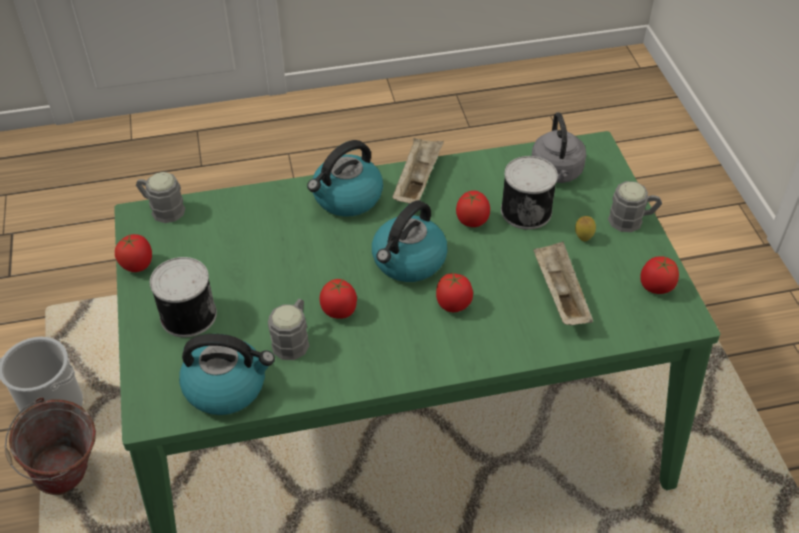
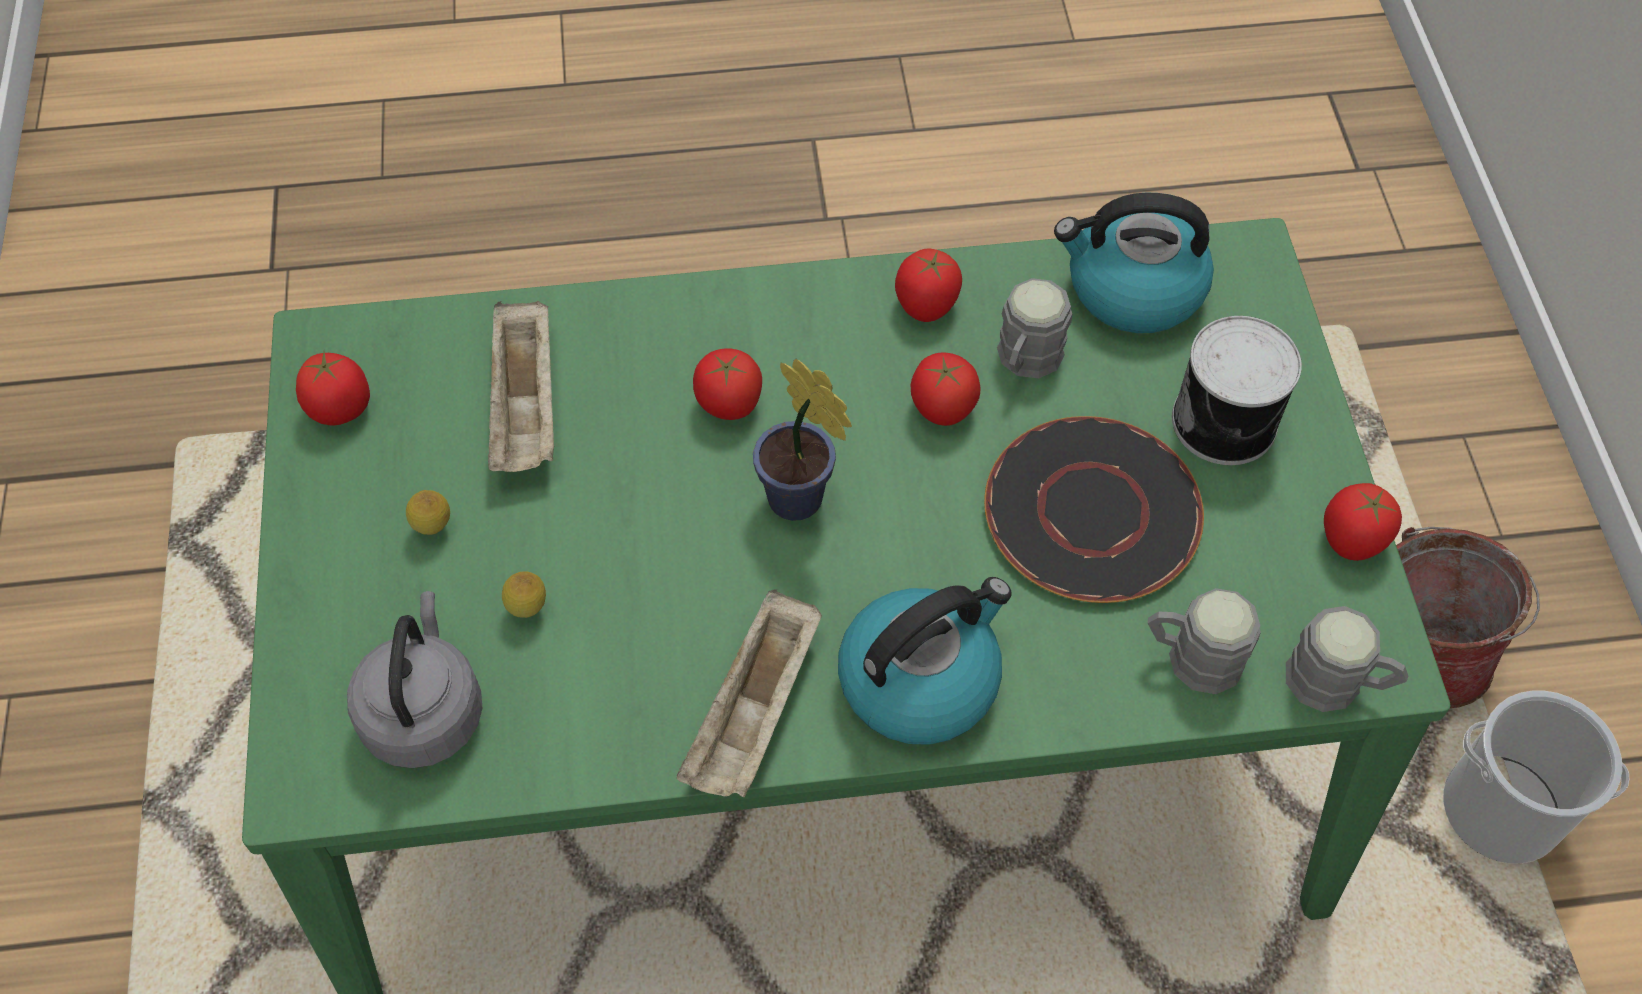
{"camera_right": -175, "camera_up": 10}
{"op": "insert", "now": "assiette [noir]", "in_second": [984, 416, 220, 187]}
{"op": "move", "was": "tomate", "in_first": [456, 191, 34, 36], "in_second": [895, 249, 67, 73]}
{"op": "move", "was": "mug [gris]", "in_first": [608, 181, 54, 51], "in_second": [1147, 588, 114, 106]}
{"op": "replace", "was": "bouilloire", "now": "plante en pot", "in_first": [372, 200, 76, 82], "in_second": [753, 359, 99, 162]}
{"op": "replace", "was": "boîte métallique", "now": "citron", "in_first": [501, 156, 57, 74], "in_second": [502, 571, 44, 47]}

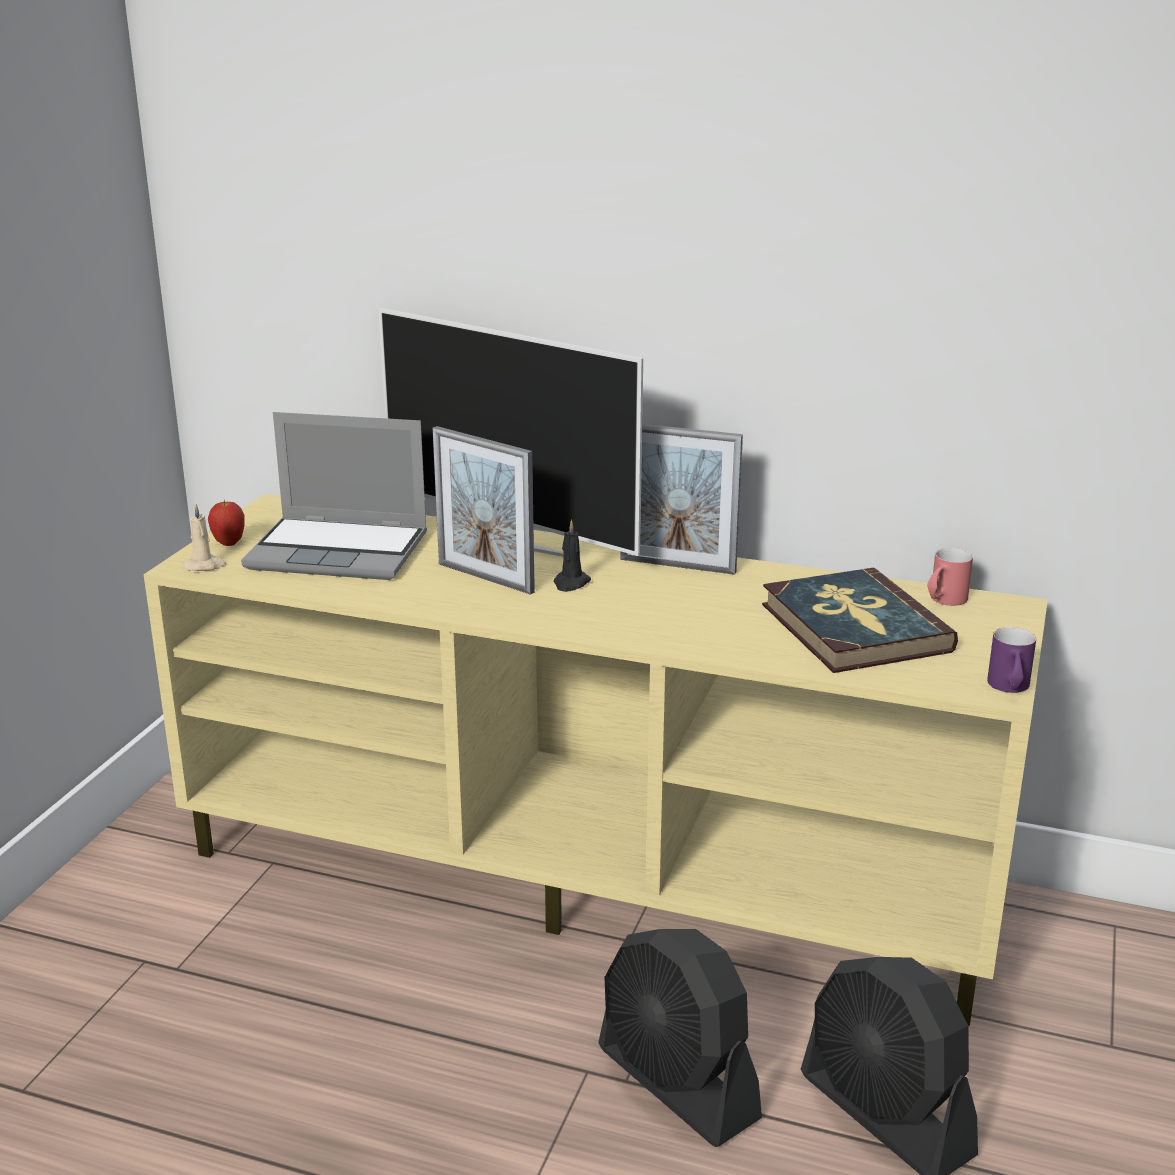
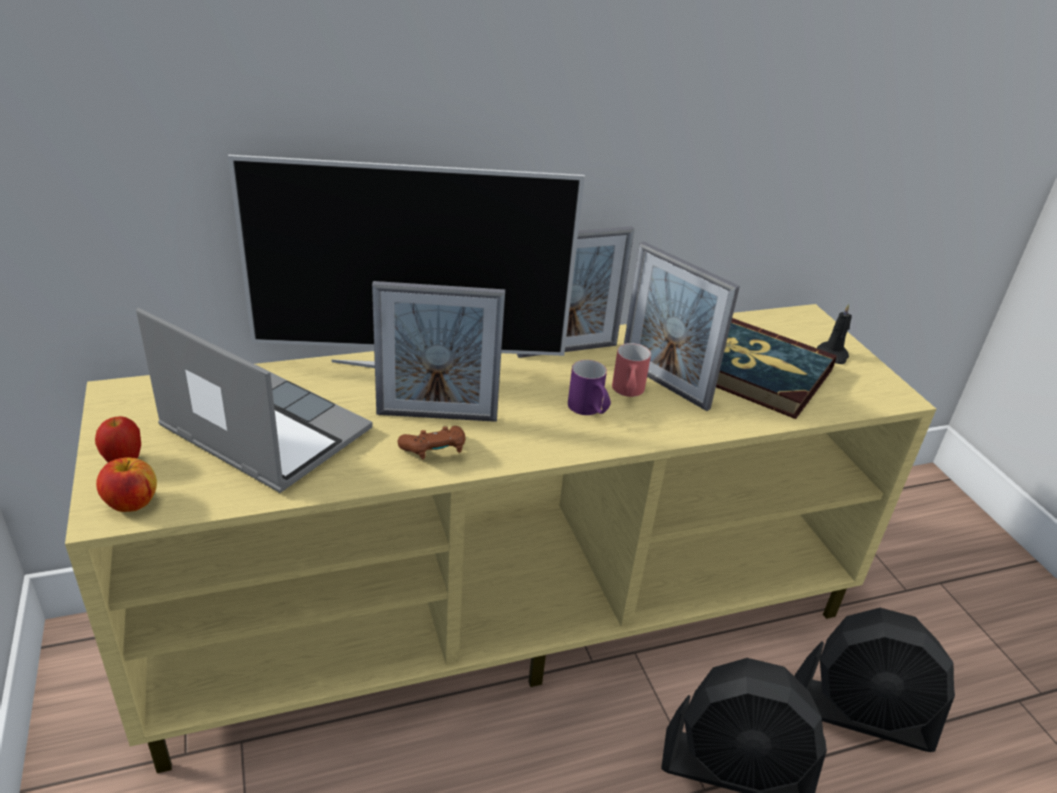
{"camera_right": -40, "camera_up": 10}
{"op": "insert", "now": "manette [marron]", "in_second": [398, 426, 67, 33]}
{"op": "insert", "now": "cadre photo", "in_second": [624, 242, 116, 169]}
{"op": "move", "was": "bougie [noir]", "in_first": [553, 519, 38, 73], "in_second": [817, 304, 35, 60]}
{"op": "move", "was": "mug [rouge]", "in_first": [927, 548, 46, 58], "in_second": [612, 343, 39, 54]}
{"op": "move", "was": "mug [violet]", "in_first": [987, 627, 49, 66], "in_second": [568, 360, 43, 55]}
{"op": "replace", "was": "bougie [beige]", "now": "pomme", "in_first": [184, 504, 43, 67], "in_second": [96, 457, 61, 55]}
{"op": "rotate", "was": "ordinateur portable", "in_first": [241, 412, 186, 168], "in_second": [136, 308, 237, 185], "clockwise": -120}

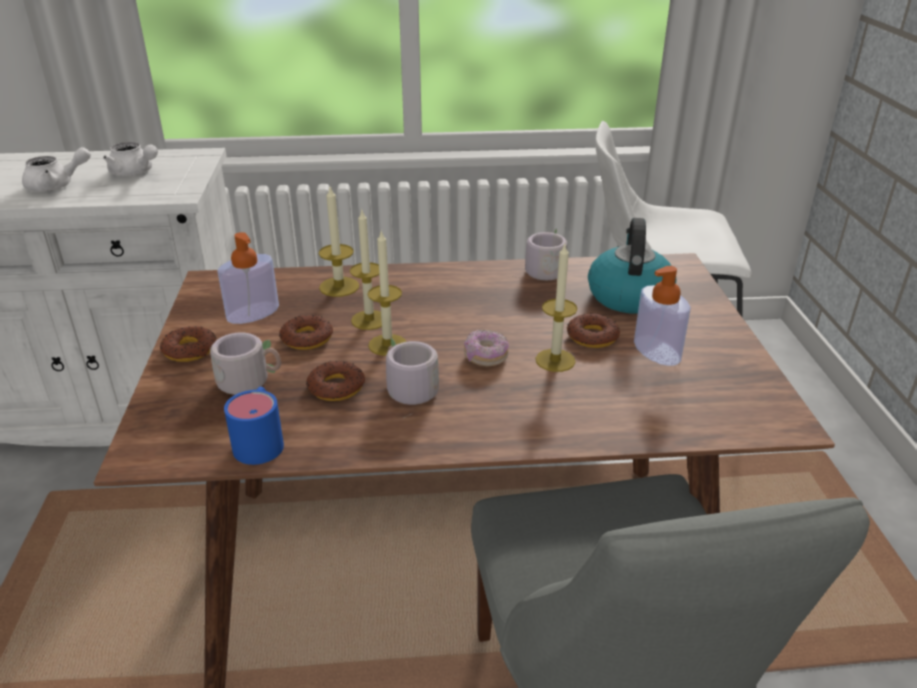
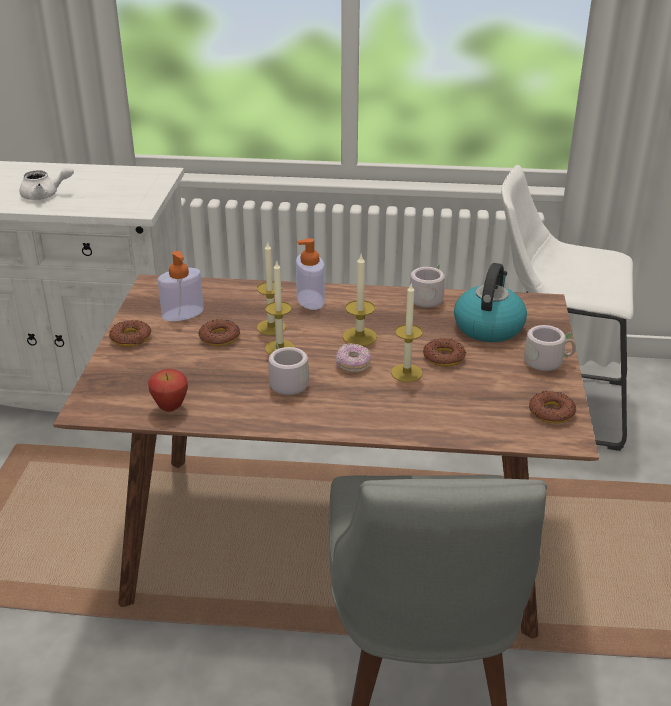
{"camera_right": 10, "camera_up": 0}
{"op": "delete", "was": "théière [blanc]", "in_first": [103, 142, 55, 34]}
{"op": "move", "was": "mug [gris]", "in_first": [210, 333, 71, 62], "in_second": [519, 325, 57, 46]}
{"op": "move", "was": "beignet", "in_first": [306, 361, 59, 40], "in_second": [529, 391, 47, 33]}
{"op": "move", "was": "bougie", "in_first": [319, 187, 40, 110], "in_second": [342, 255, 35, 91]}
{"op": "move", "was": "distributeur de savon", "in_first": [634, 266, 57, 100], "in_second": [296, 238, 29, 72]}
{"op": "replace", "was": "mug [bleu]", "now": "pomme", "in_first": [224, 387, 60, 78], "in_second": [148, 369, 40, 43]}

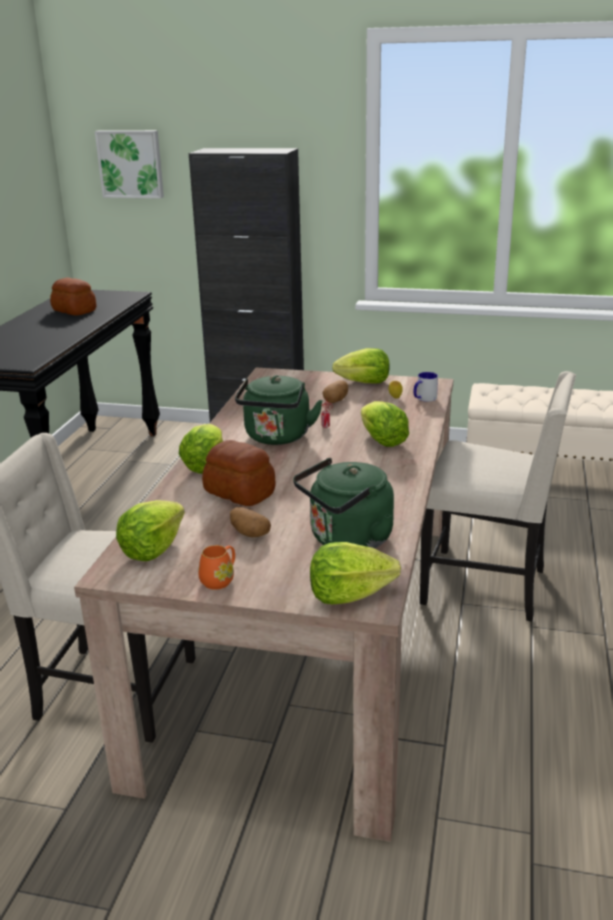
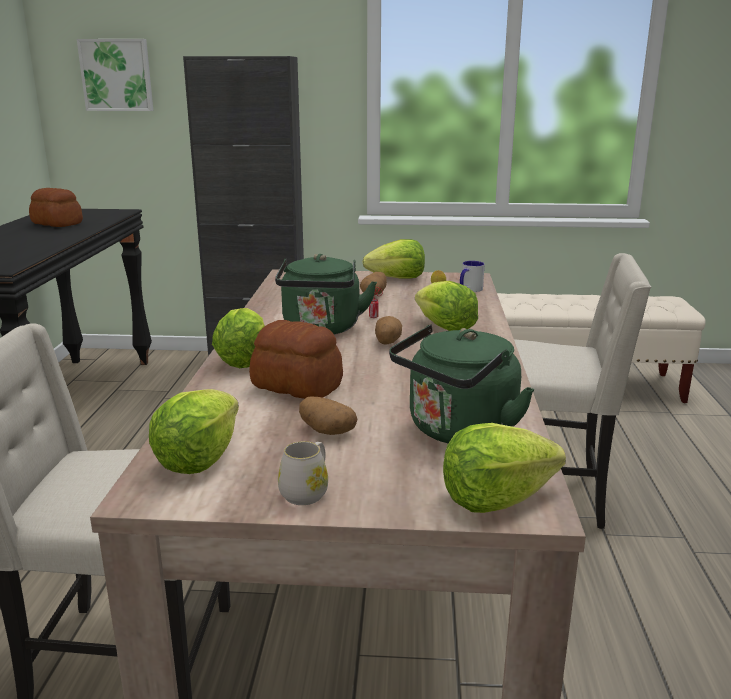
{"camera_right": -10, "camera_up": -5}
{"op": "insert", "now": "pomme de terre", "in_second": [375, 316, 27, 29]}
{"op": "recolor", "was": "mug [orange]", "now": "mug [blanc]", "in_first": [198, 545, 37, 45], "in_second": [278, 441, 50, 64]}

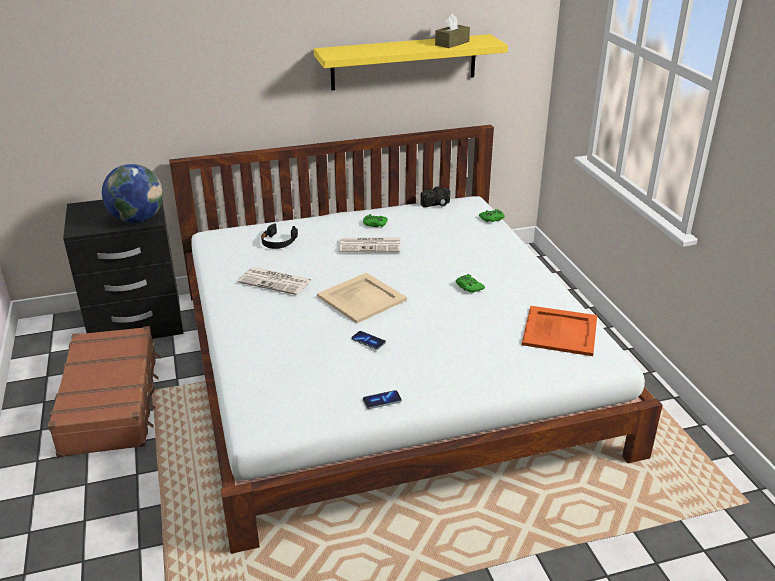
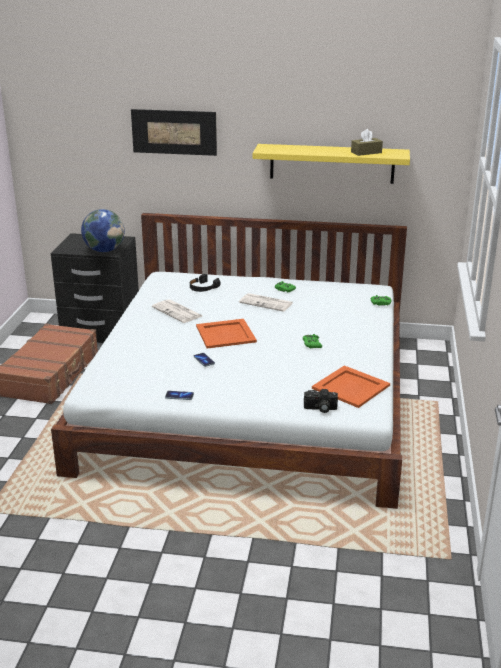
{"camera_right": 25, "camera_up": -5}
{"op": "insert", "now": "tableau", "in_second": [131, 109, 86, 47]}
{"op": "move", "was": "appareil photo", "in_first": [420, 186, 30, 21], "in_second": [304, 389, 34, 24]}
{"op": "recolor", "was": "plateau [beige]", "now": "plateau [orange]", "in_first": [317, 272, 90, 51], "in_second": [196, 319, 61, 30]}

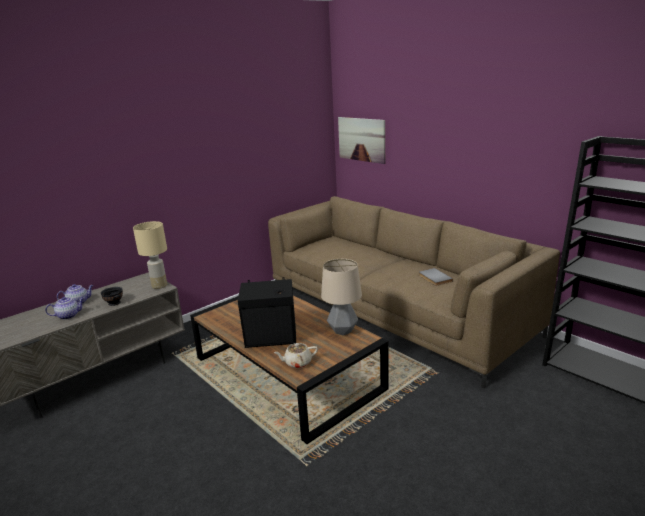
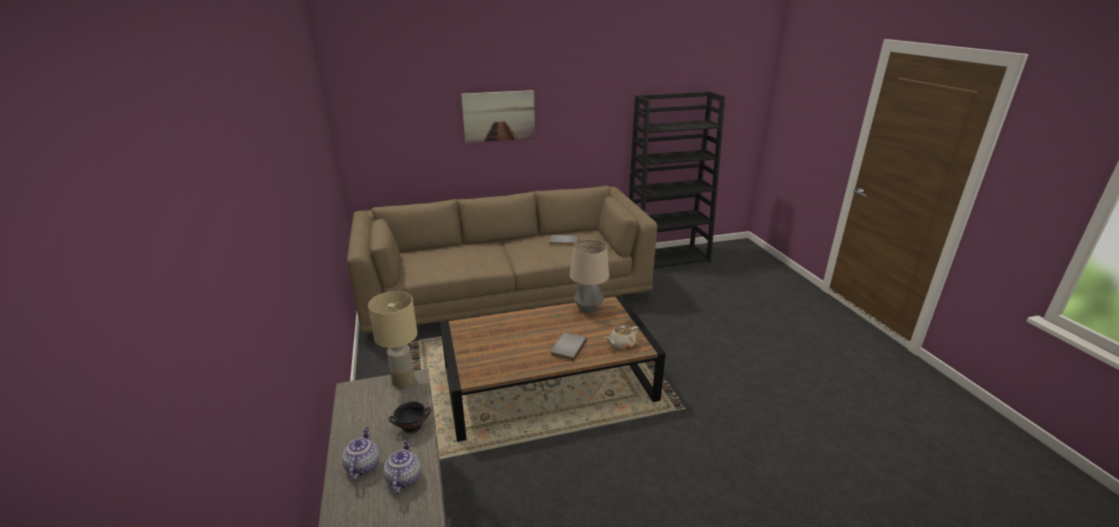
{"camera_right": -65, "camera_up": 5}
{"op": "move", "was": "tableau", "in_first": [338, 117, 47, 47], "in_second": [461, 90, 74, 53]}
{"op": "replace", "was": "enceinte [noir]", "now": "livre [gris]", "in_first": [238, 277, 58, 71], "in_second": [550, 332, 37, 29]}
{"op": "rotate", "was": "théière [beige]", "in_first": [274, 343, 44, 25], "in_second": [605, 325, 34, 24], "clockwise": 45}

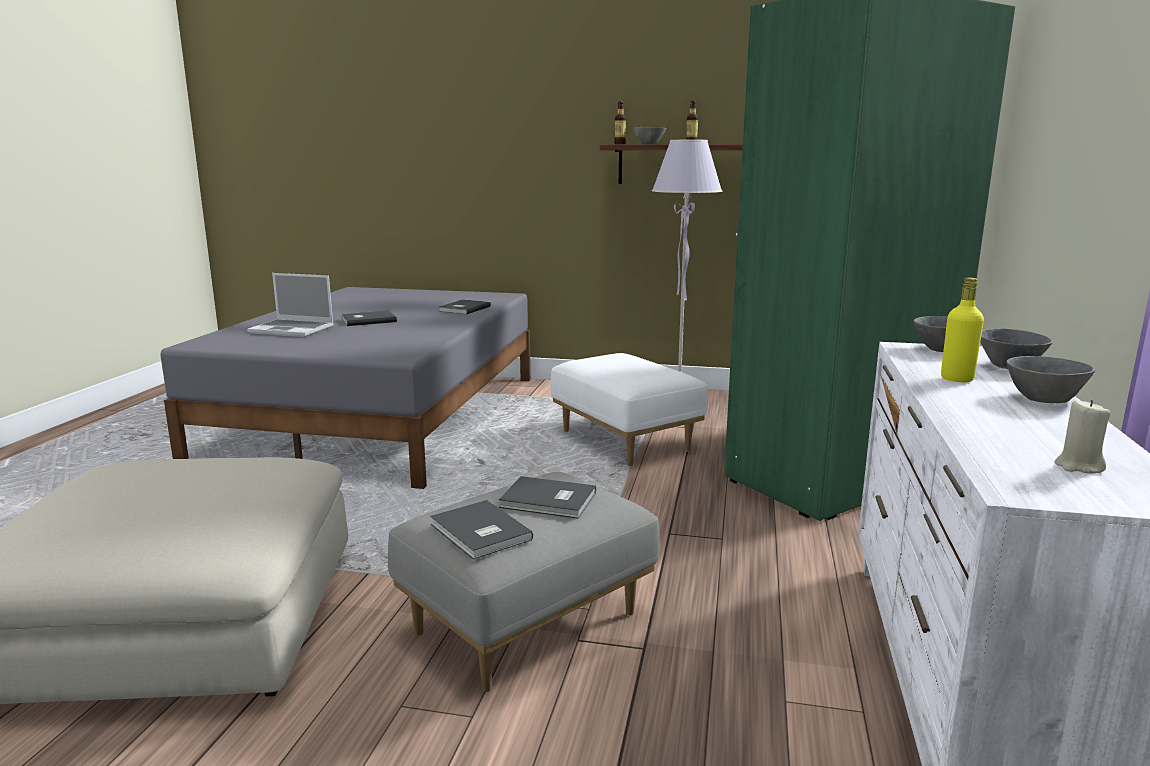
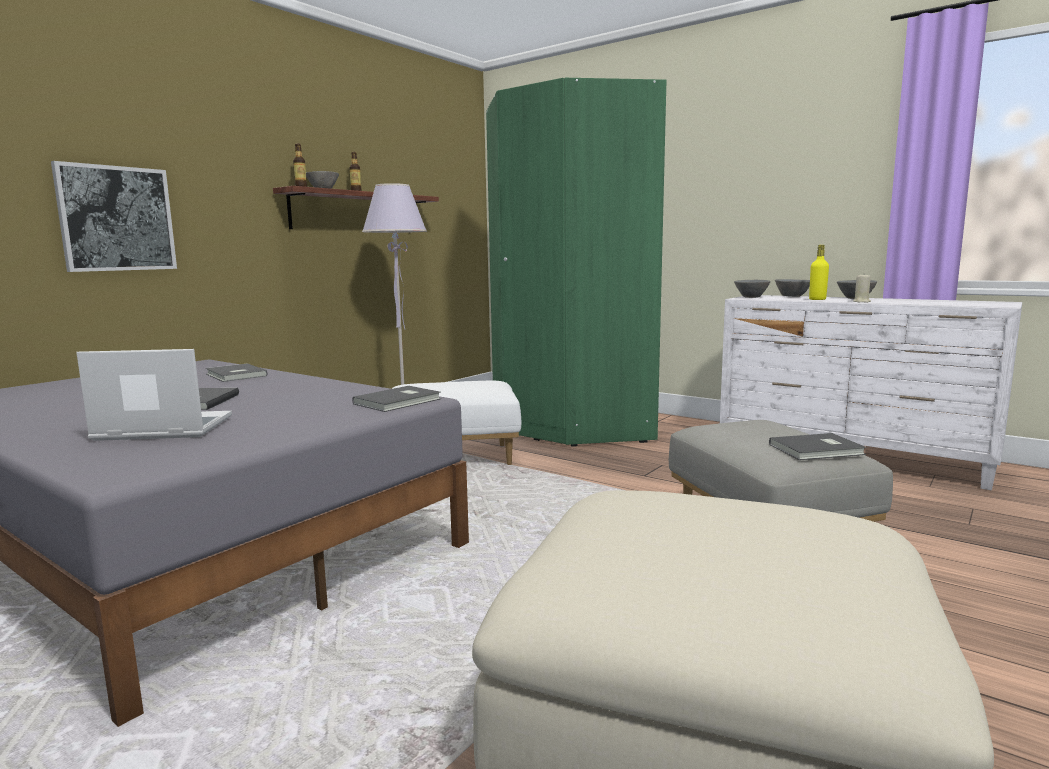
{"camera_right": -65, "camera_up": -5}
{"op": "insert", "now": "tableau", "in_second": [51, 161, 126, 111]}
{"op": "move", "was": "livre [gris]", "in_first": [499, 476, 97, 43], "in_second": [352, 386, 89, 26]}
{"op": "move", "was": "bougie [beige]", "in_first": [1054, 400, 57, 74], "in_second": [853, 275, 18, 28]}
{"op": "rotate", "was": "ordinateur portable", "in_first": [247, 273, 87, 64], "in_second": [76, 349, 156, 92], "clockwise": -135}

